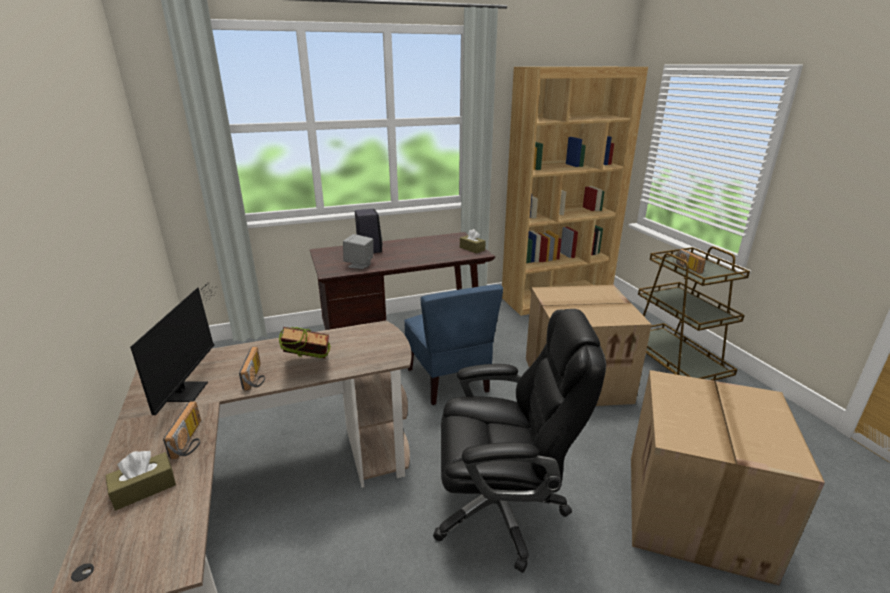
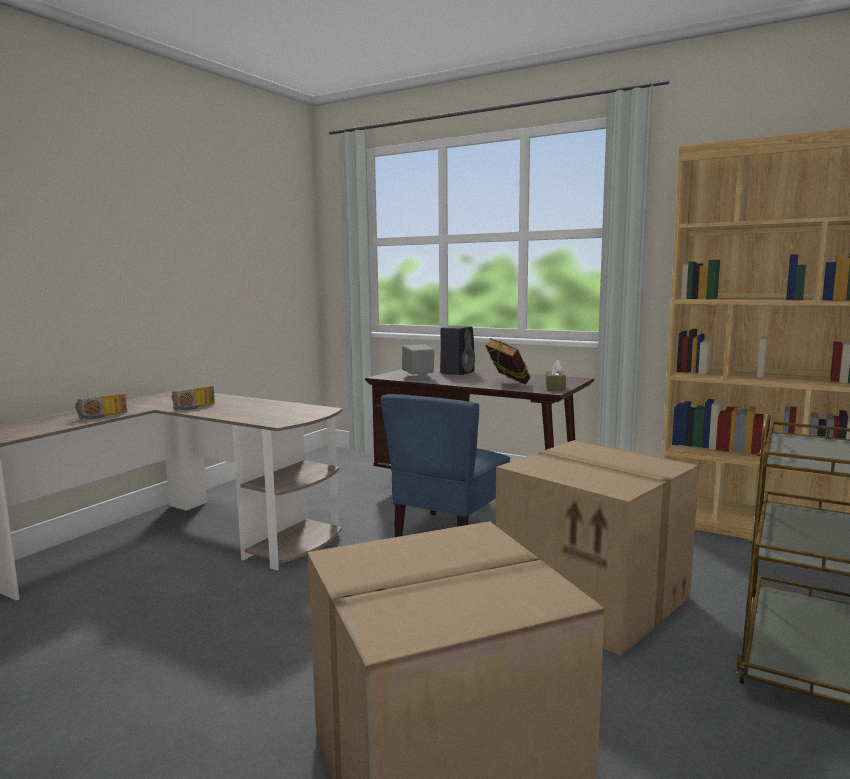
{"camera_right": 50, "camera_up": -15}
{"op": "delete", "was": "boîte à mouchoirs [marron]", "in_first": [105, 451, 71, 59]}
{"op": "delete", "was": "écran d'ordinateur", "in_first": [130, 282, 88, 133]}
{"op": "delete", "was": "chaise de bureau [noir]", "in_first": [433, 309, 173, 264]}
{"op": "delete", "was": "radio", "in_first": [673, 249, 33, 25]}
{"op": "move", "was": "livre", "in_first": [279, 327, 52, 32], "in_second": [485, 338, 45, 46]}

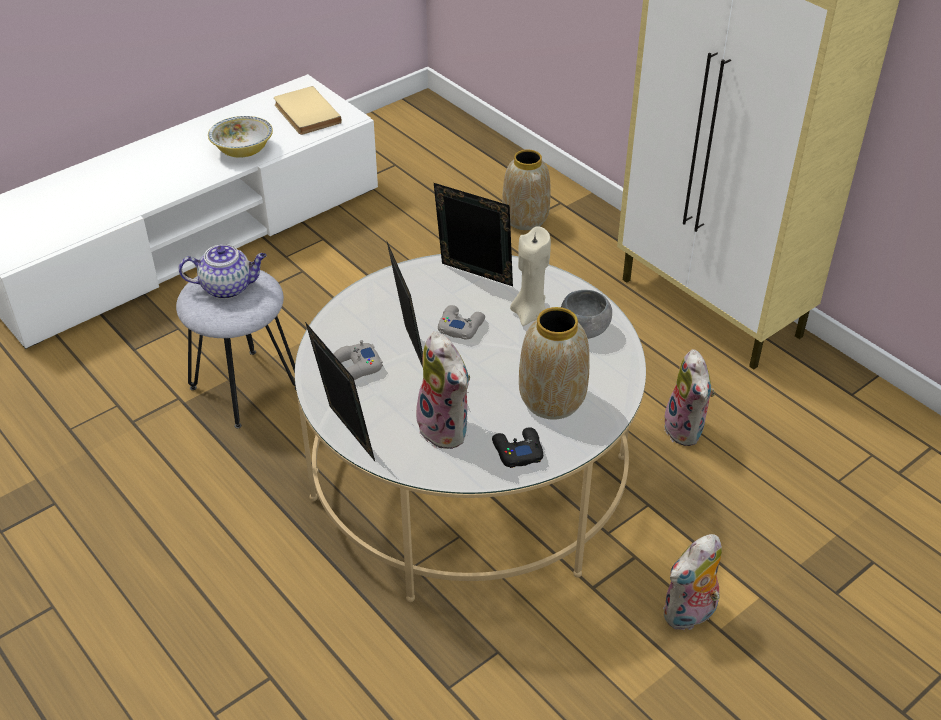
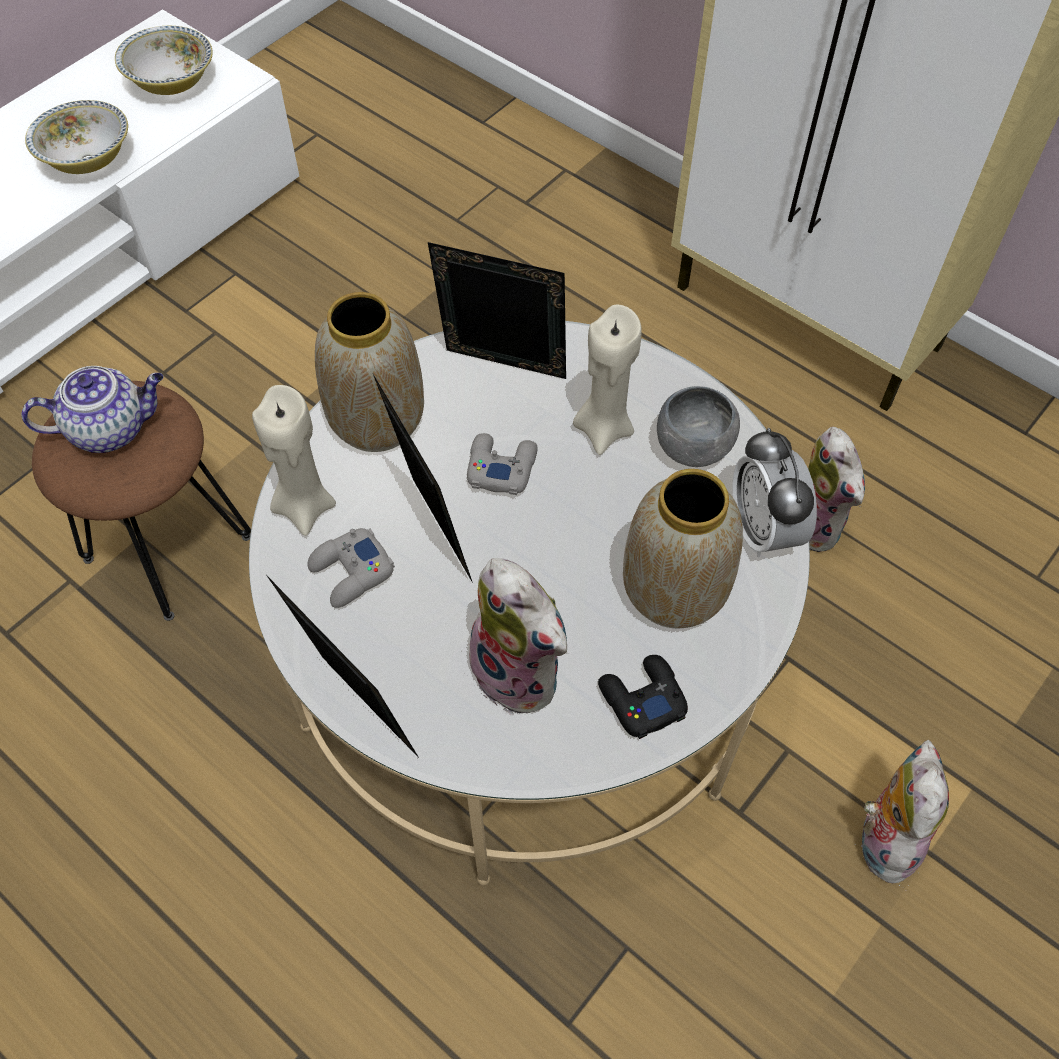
{"camera_right": -10, "camera_up": 15}
{"op": "insert", "now": "bougie [beige]", "in_second": [252, 385, 84, 151]}
{"op": "insert", "now": "réveil", "in_second": [732, 428, 85, 129]}
{"op": "move", "was": "vase", "in_first": [502, 149, 49, 81], "in_second": [315, 292, 109, 160]}
{"op": "replace", "was": "livre [beige]", "now": "bol", "in_first": [274, 86, 68, 49], "in_second": [115, 26, 98, 69]}
{"op": "recolor", "was": "tabouret [gris]", "now": "tabouret [marron]", "in_first": [176, 270, 120, 158], "in_second": [32, 381, 219, 240]}
{"op": "rotate", "was": "peluche", "in_first": [663, 534, 59, 96], "in_second": [855, 740, 94, 146], "clockwise": 150}

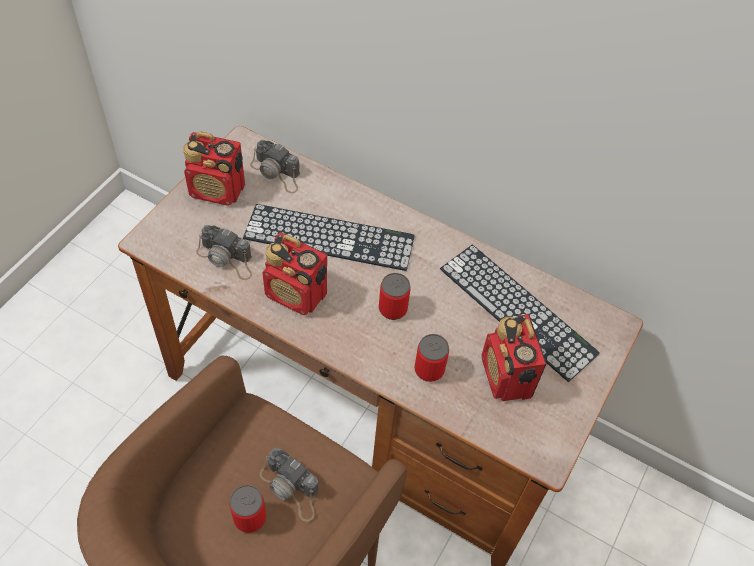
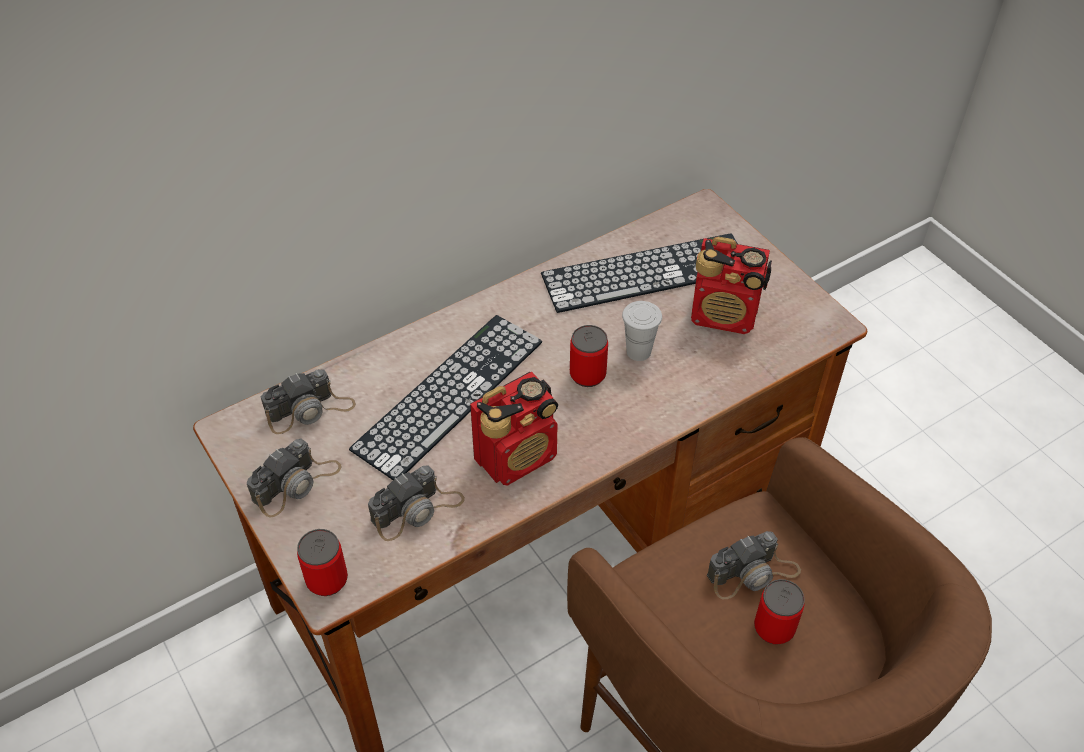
{"camera_right": -60, "camera_up": -5}
{"op": "insert", "now": "tasse [blanc]", "in_second": [622, 301, 40, 60]}
{"op": "move", "was": "boîte métallique", "in_first": [415, 334, 34, 48], "in_second": [297, 529, 51, 67]}
{"op": "replace", "was": "radio", "now": "appareil photo", "in_first": [183, 131, 62, 75], "in_second": [247, 439, 94, 78]}

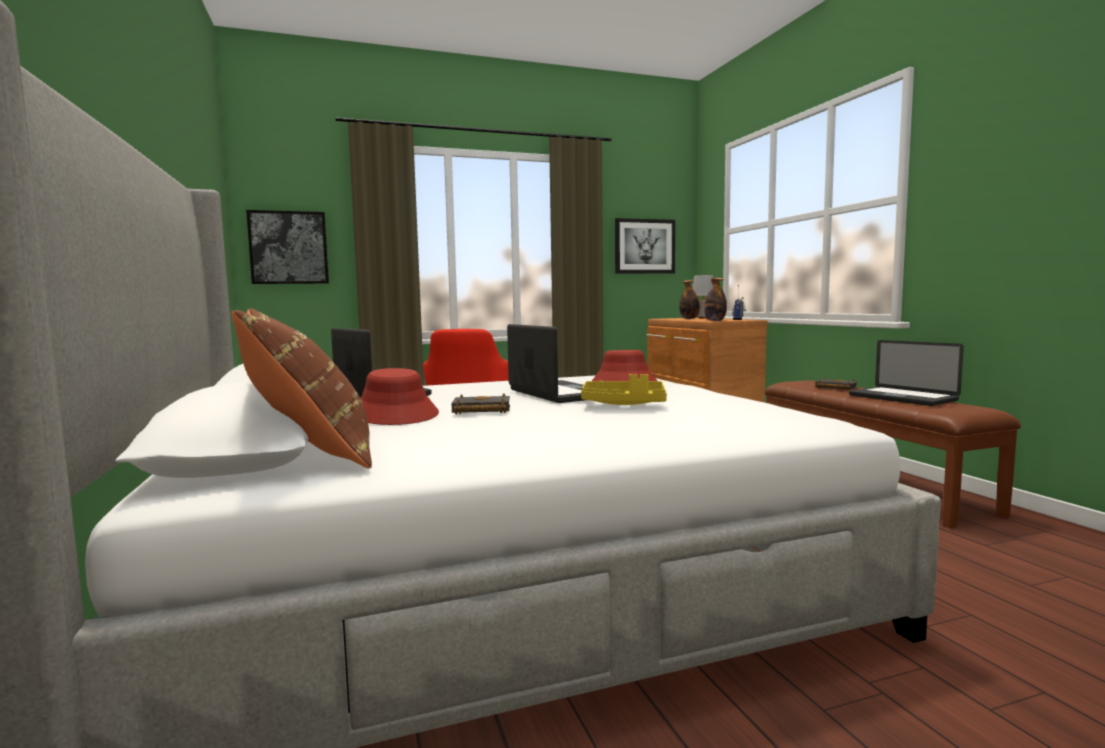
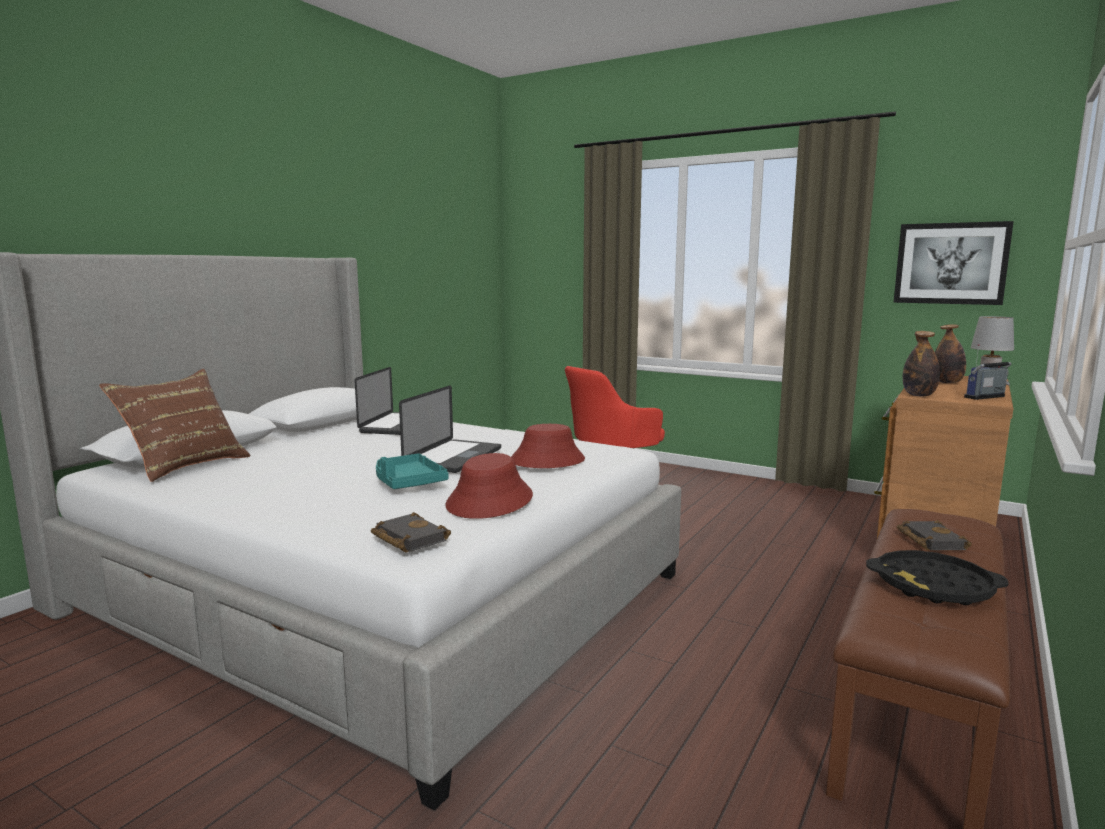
{"camera_right": 50, "camera_up": 5}
{"op": "delete", "was": "tableau", "in_first": [246, 210, 83, 74]}
{"op": "move", "was": "chapeau [rouge]", "in_first": [360, 368, 79, 57], "in_second": [445, 453, 88, 66]}
{"op": "move", "was": "livre [noir]", "in_first": [452, 394, 58, 20], "in_second": [371, 512, 80, 40]}
{"op": "replace", "was": "ordinateur portable", "now": "plateau [noir]", "in_first": [849, 340, 115, 66], "in_second": [866, 550, 143, 55]}
{"op": "recolor", "was": "plateau [jaune]", "now": "plateau [turquoise]", "in_first": [581, 374, 86, 31], "in_second": [376, 453, 73, 36]}

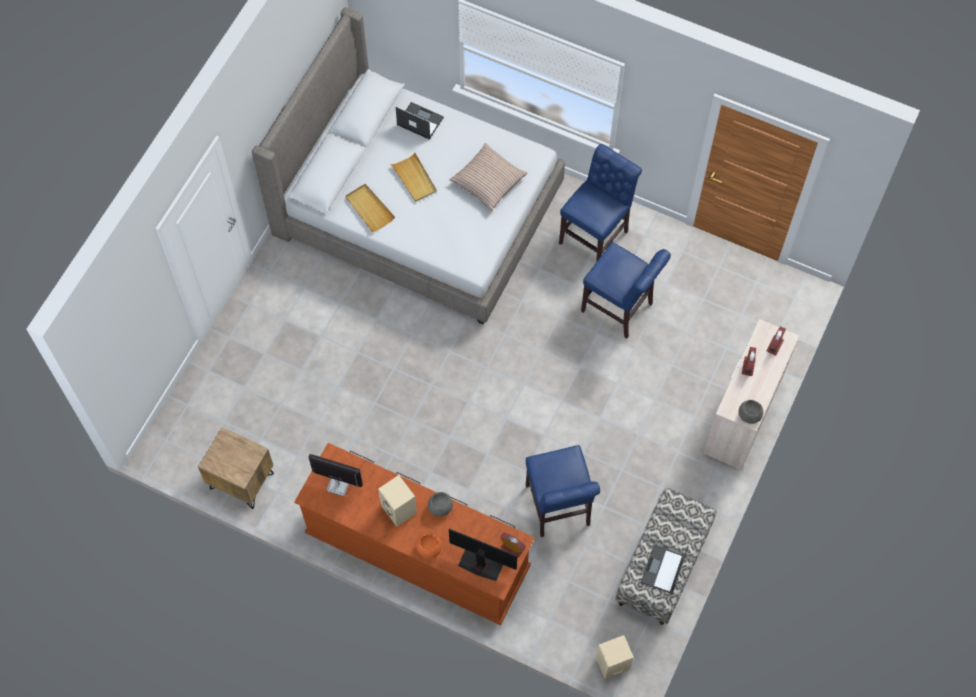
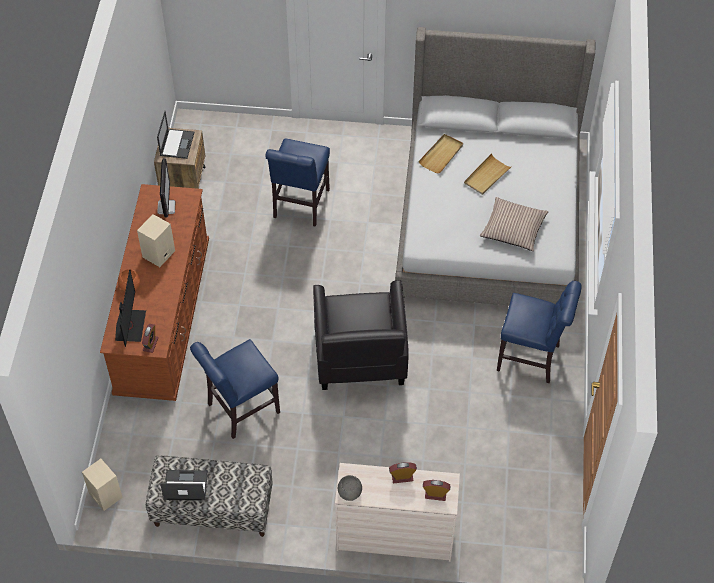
{"camera_right": 70, "camera_up": -10}
{"op": "delete", "was": "bol [gris]", "in_first": [428, 492, 25, 25]}
{"op": "insert", "now": "fauteuil [noir]", "in_second": [313, 280, 96, 110]}
{"op": "move", "was": "ordinateur portable", "in_first": [396, 102, 48, 38], "in_second": [157, 111, 37, 48]}
{"op": "move", "was": "chaise [bleu]", "in_first": [581, 242, 90, 96], "in_second": [265, 138, 65, 89]}

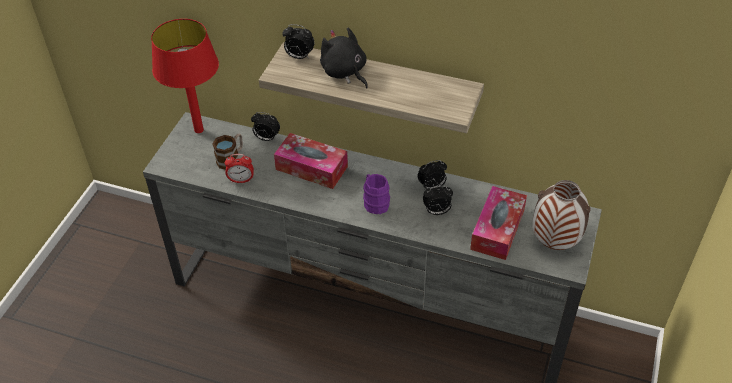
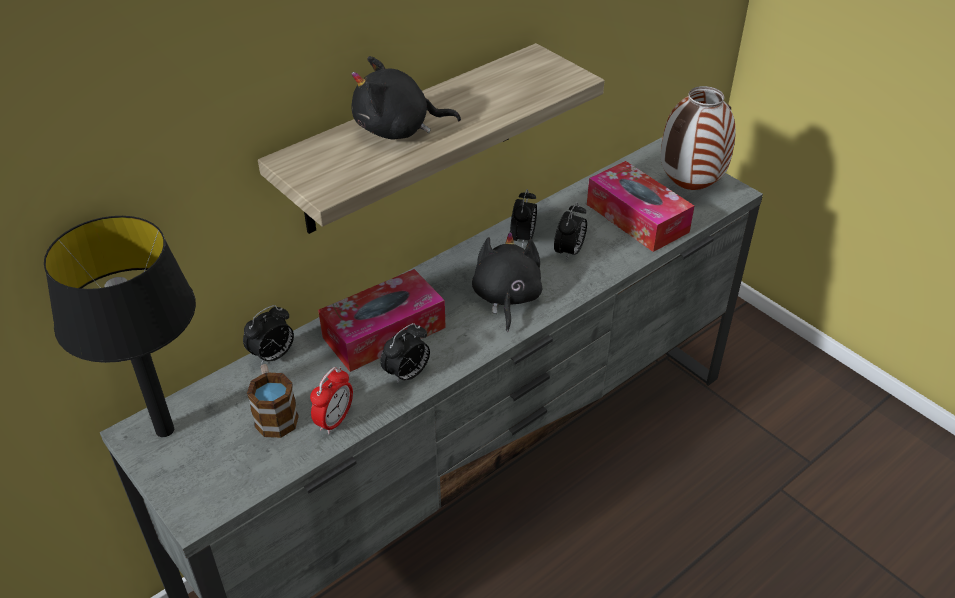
{"camera_right": -60, "camera_up": -5}
{"op": "move", "was": "réveil", "in_first": [282, 24, 33, 35], "in_second": [380, 323, 50, 61]}
{"op": "replace", "was": "mug [violet]", "now": "peluche [noir]", "in_first": [363, 174, 27, 40], "in_second": [472, 232, 70, 100]}
{"op": "recolor", "was": "lampe de table [rouge]", "now": "lampe de table [noir]", "in_first": [151, 19, 68, 114], "in_second": [44, 216, 152, 221]}

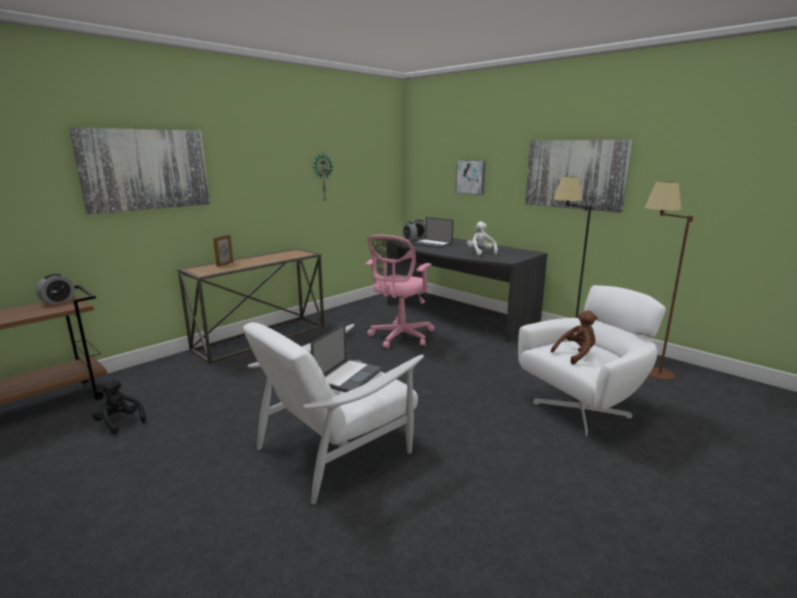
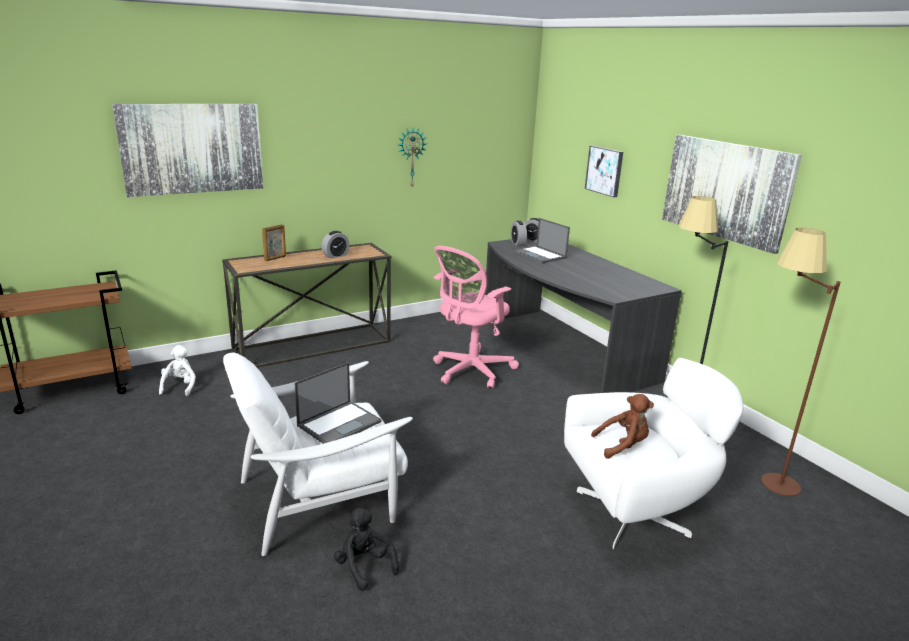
{"camera_right": 15, "camera_up": 5}
{"op": "move", "was": "réveil", "in_first": [36, 274, 39, 31], "in_second": [321, 231, 29, 28]}
{"op": "move", "was": "peluche [noir]", "in_first": [92, 379, 54, 55], "in_second": [334, 508, 65, 83]}
{"op": "move", "was": "peluche [blanc]", "in_first": [467, 221, 31, 34], "in_second": [159, 345, 37, 51]}

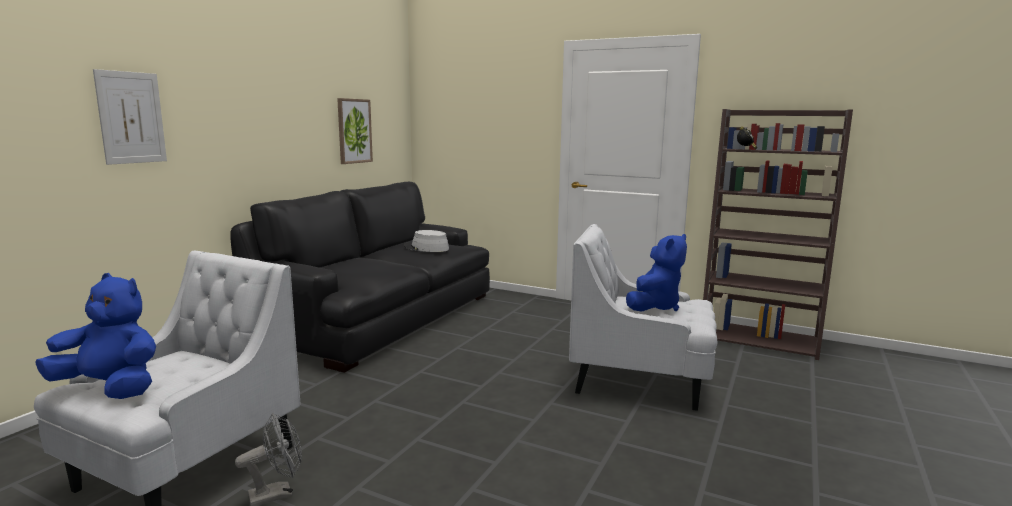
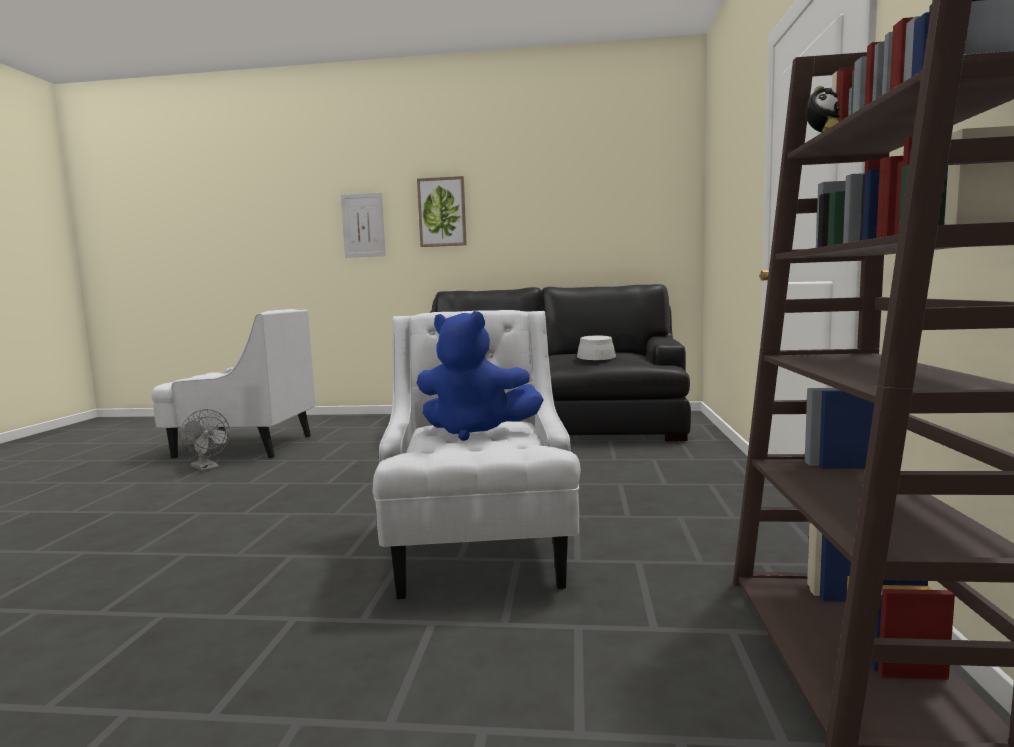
{"camera_right": 70, "camera_up": -5}
{"op": "delete", "was": "peluche [bleu]", "in_first": [35, 273, 121, 126]}
{"op": "move", "was": "tableau", "in_first": [337, 98, 36, 66], "in_second": [417, 176, 50, 71]}

